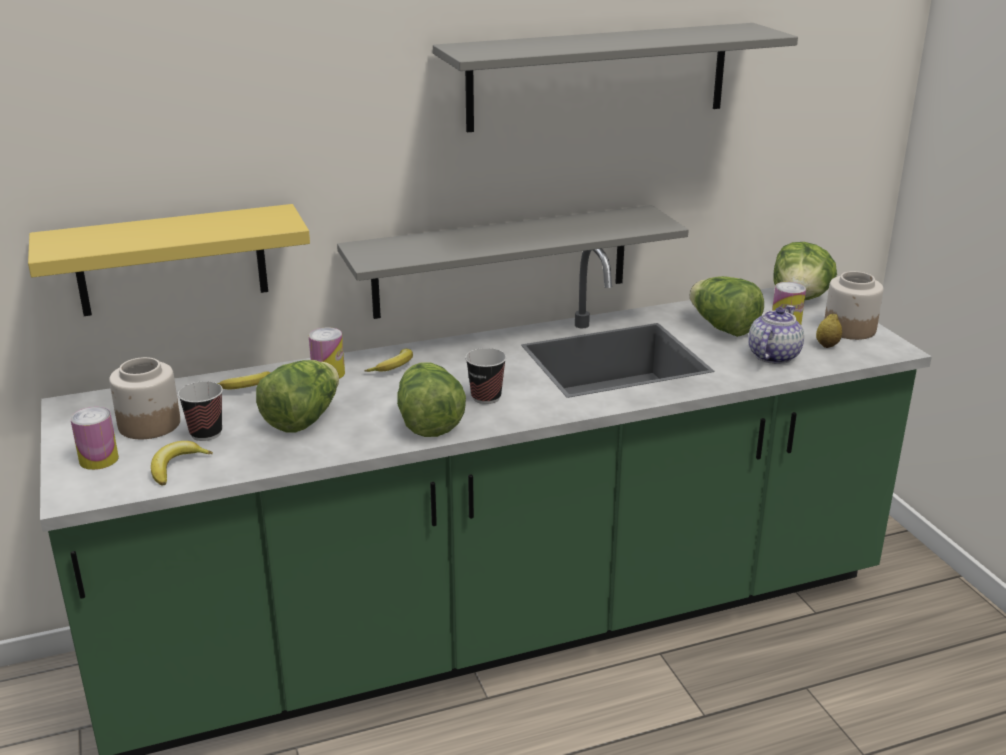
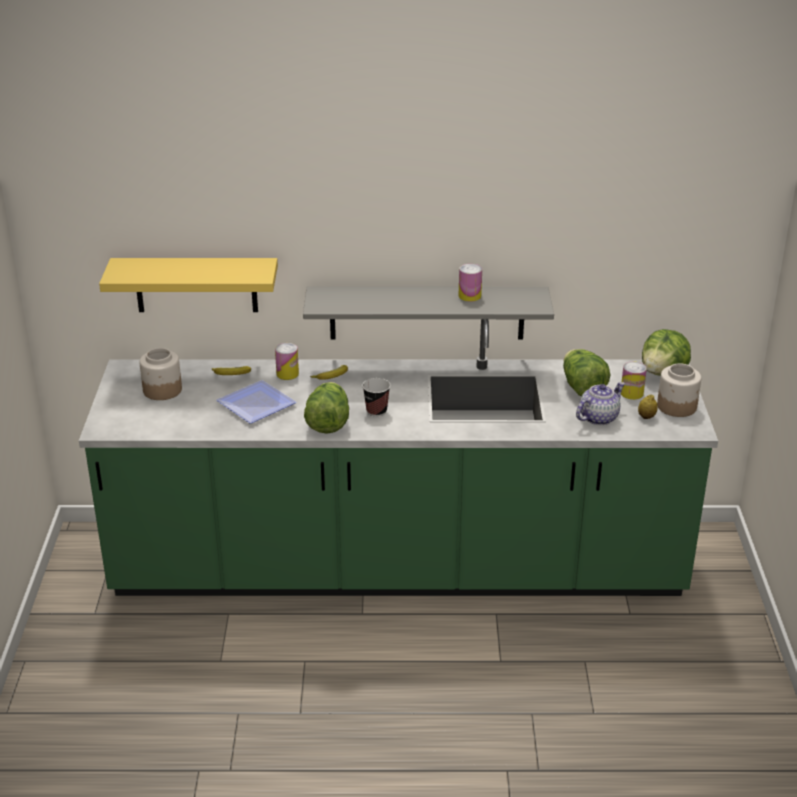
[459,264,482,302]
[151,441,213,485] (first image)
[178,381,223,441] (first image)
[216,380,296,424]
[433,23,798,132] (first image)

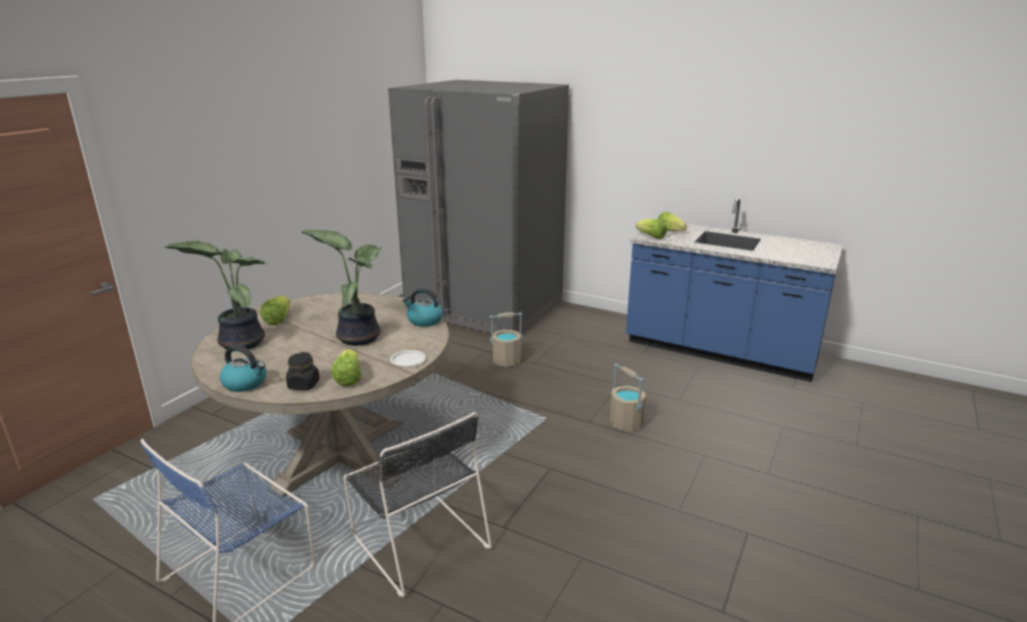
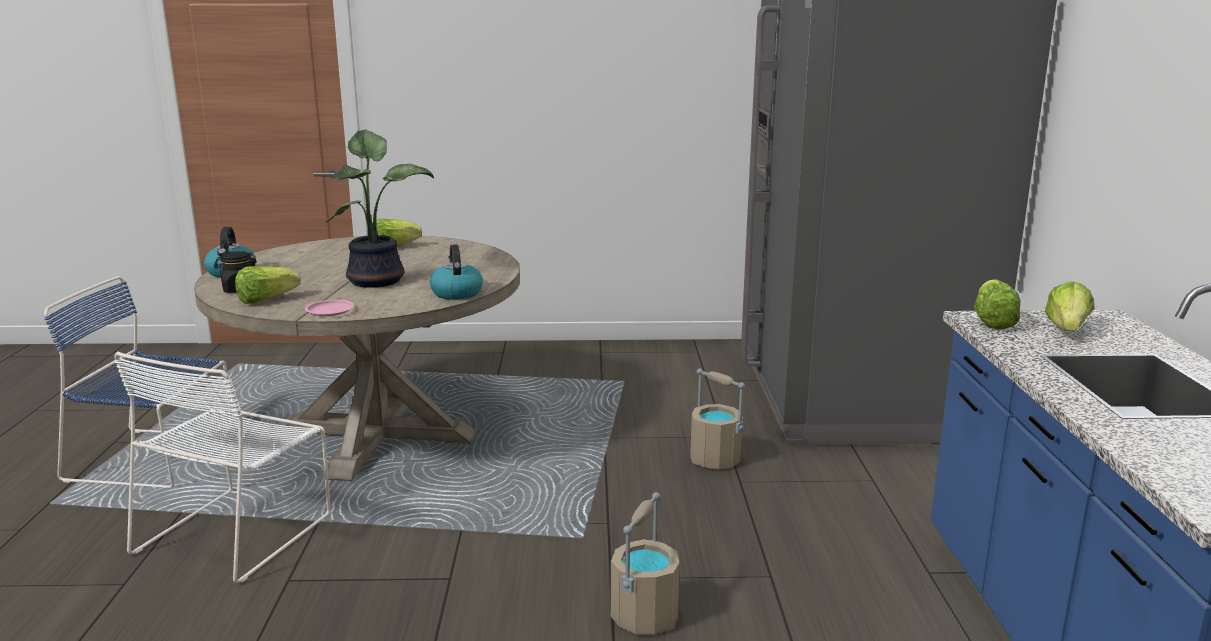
[164,241,269,350] (first image)
[114,352,330,583]
[305,300,354,316]

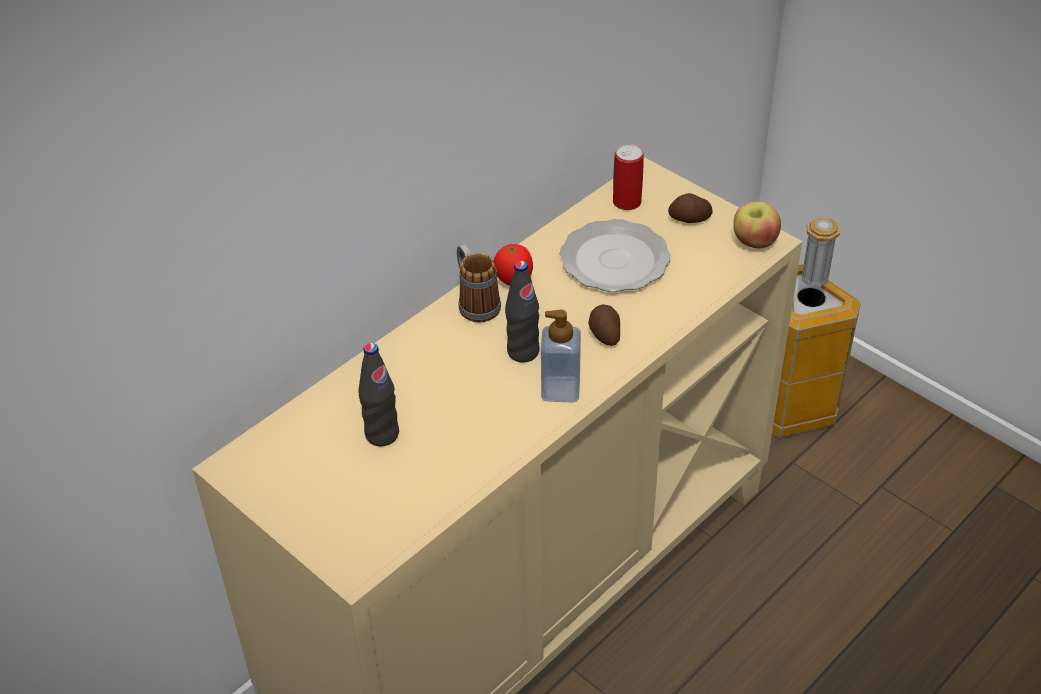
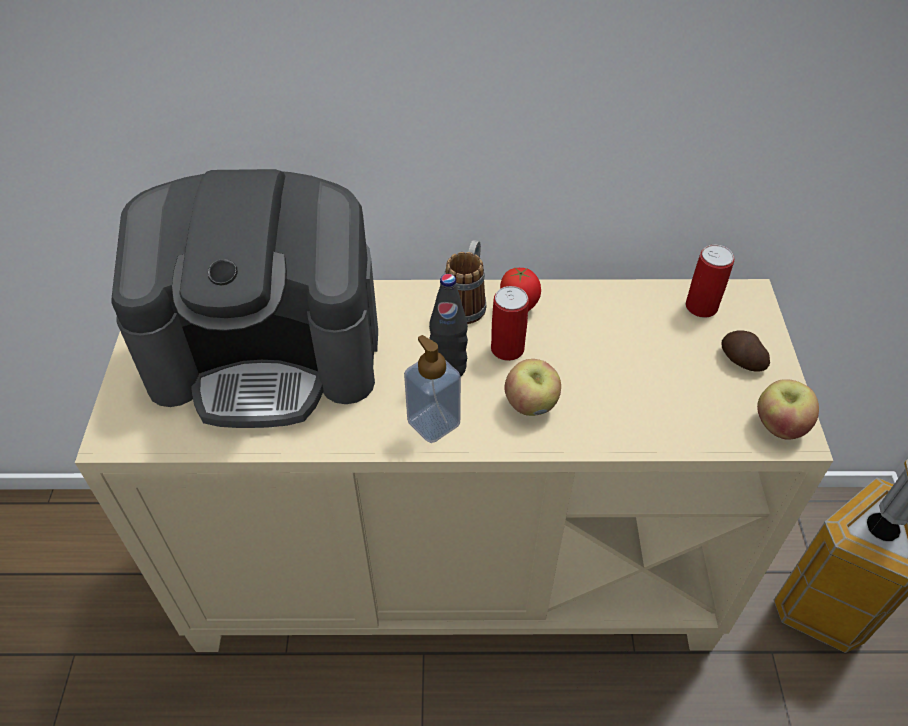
[111,169,378,428]
[560,219,671,292] (first image)
[504,359,561,416]
[491,286,529,361]

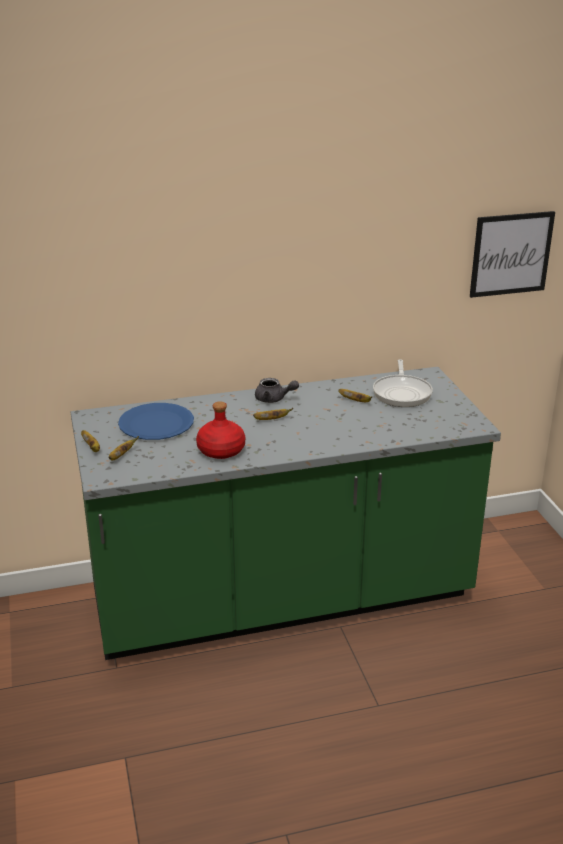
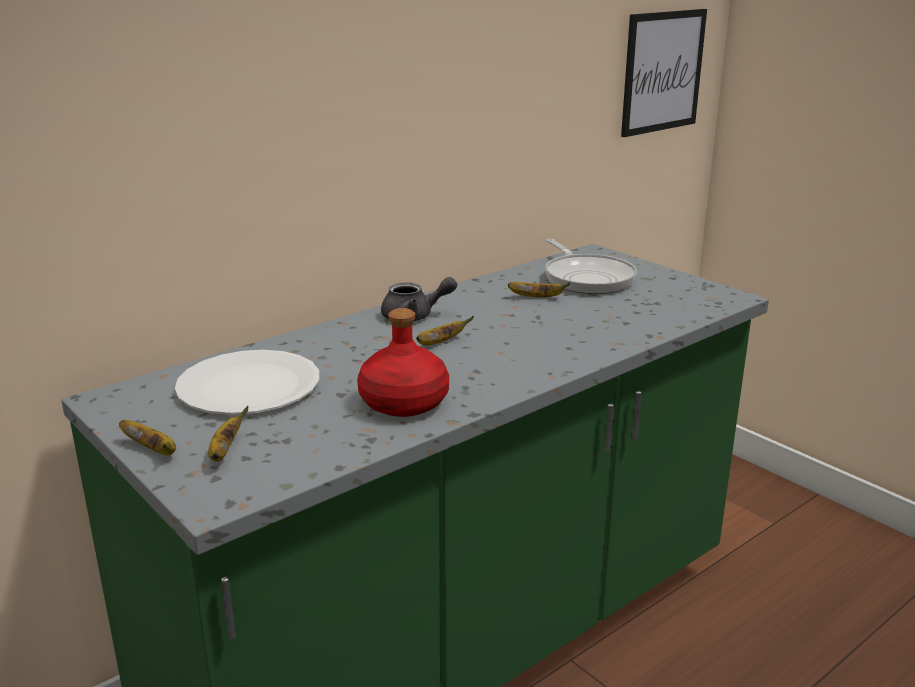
[175,350,319,415]

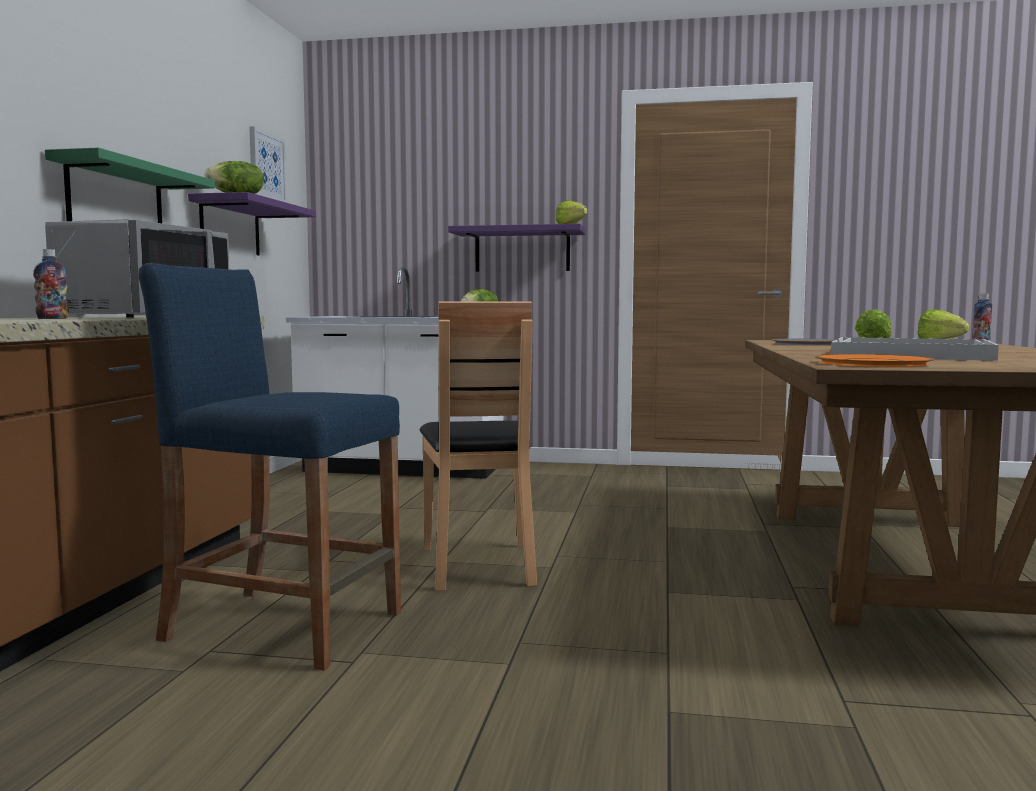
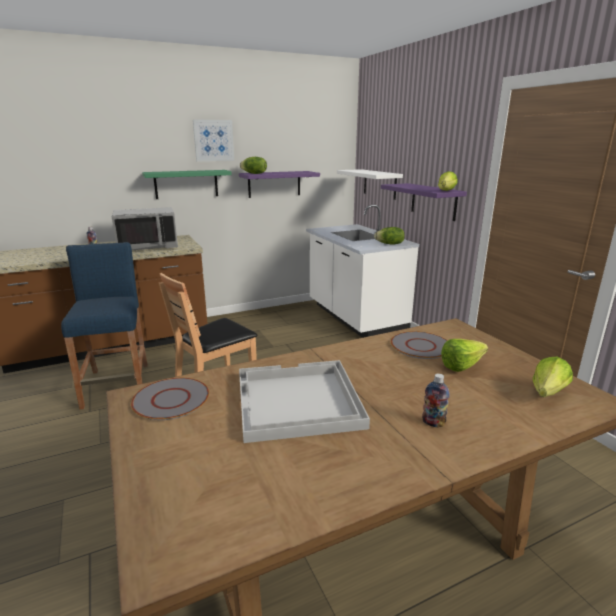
[193,119,234,161]
[131,378,209,420]
[337,169,403,200]

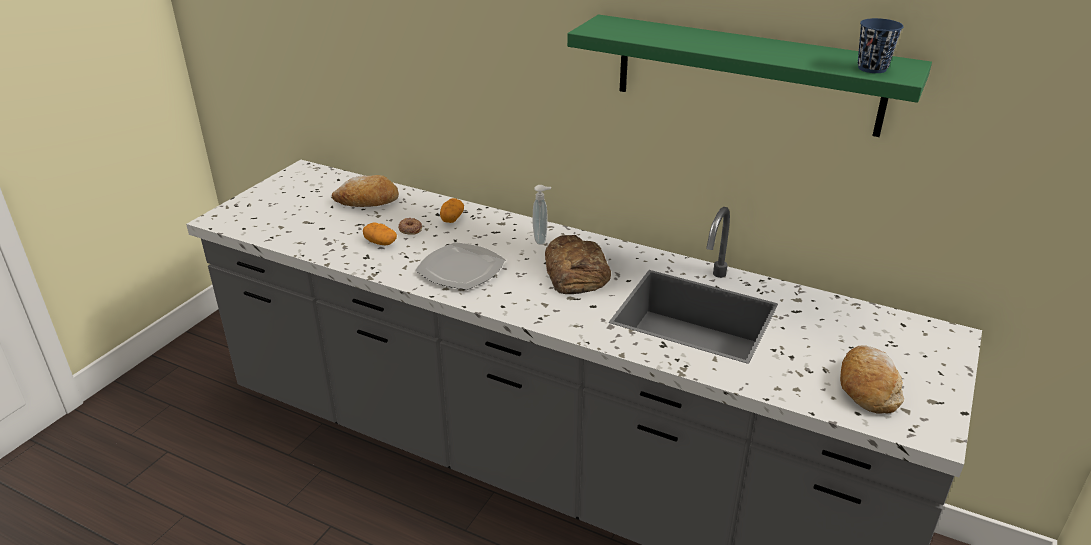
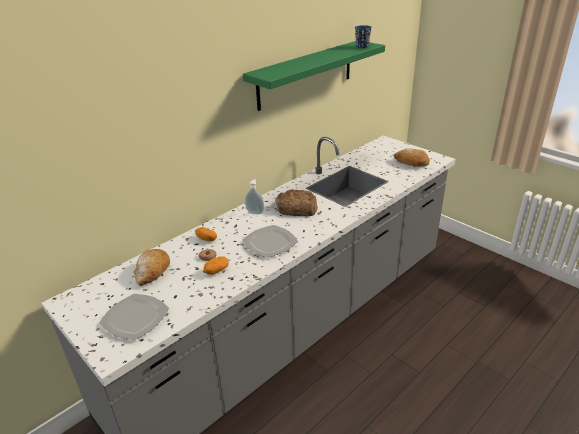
[99,294,169,340]

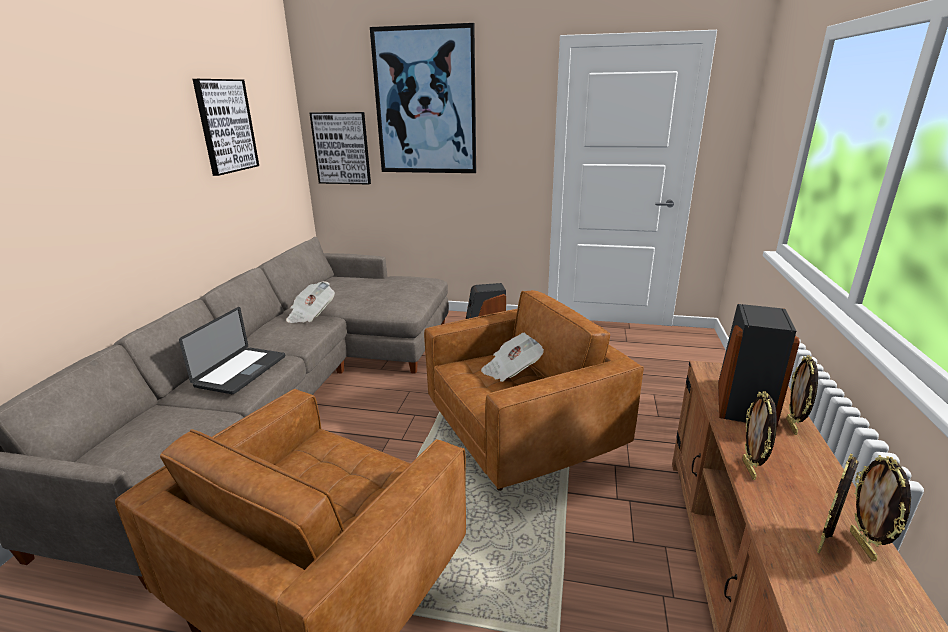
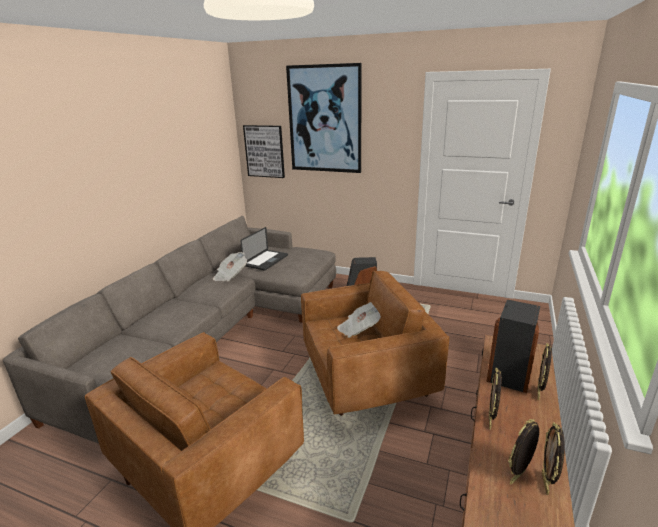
[240,227,288,271]
[192,79,259,176] (first image)

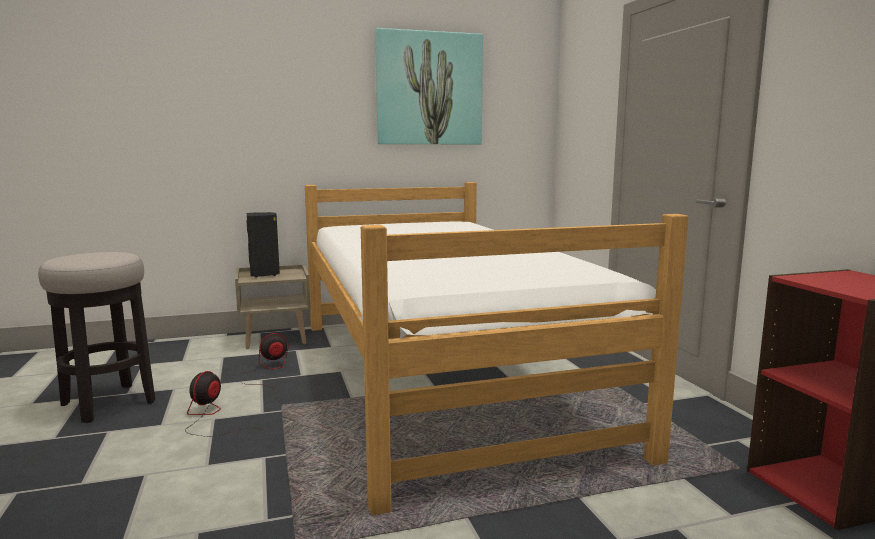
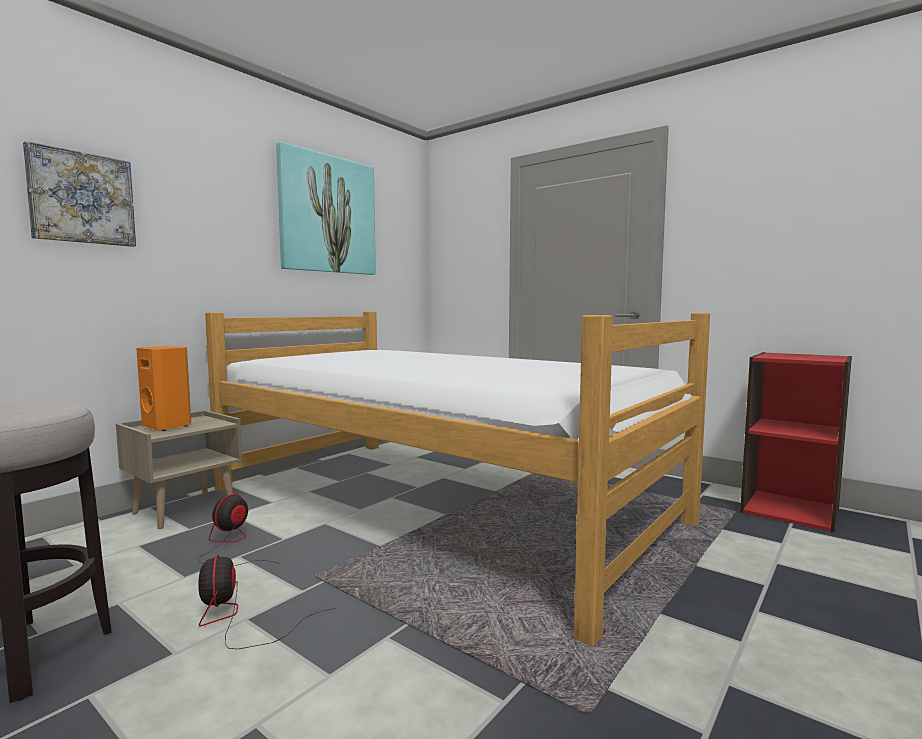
[136,346,191,431]
[23,141,136,247]

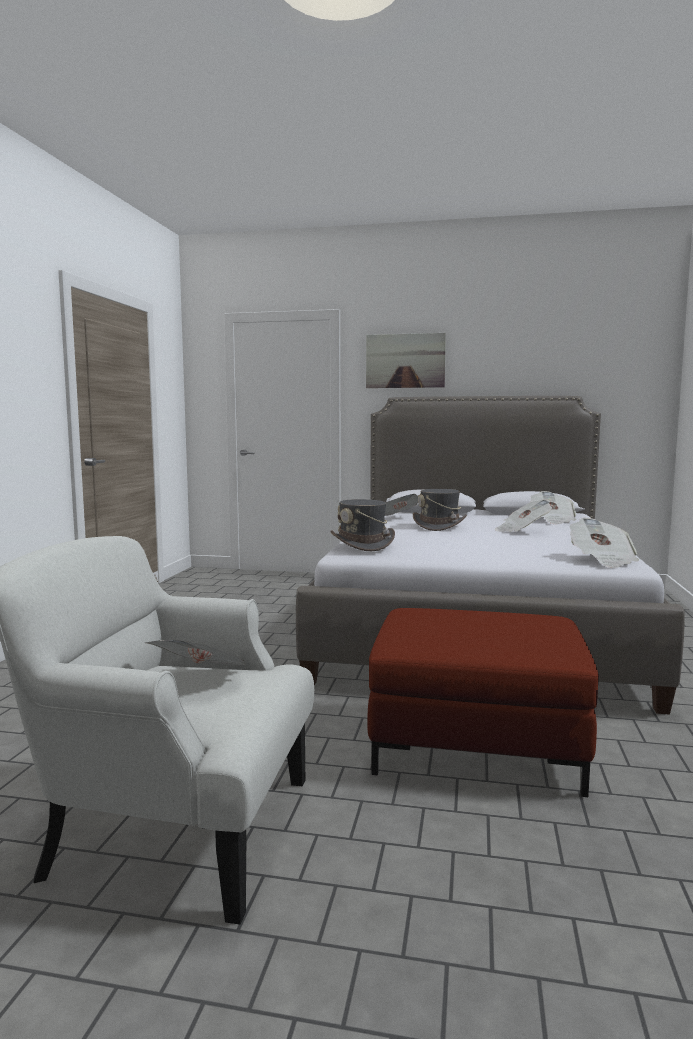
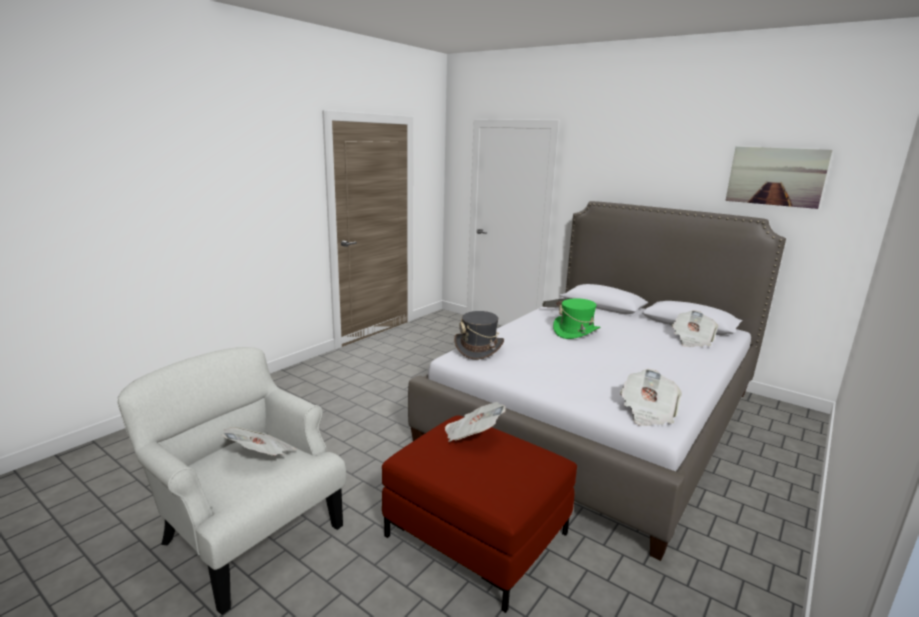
[725,146,832,209]
[553,298,600,339]
[445,402,506,442]

